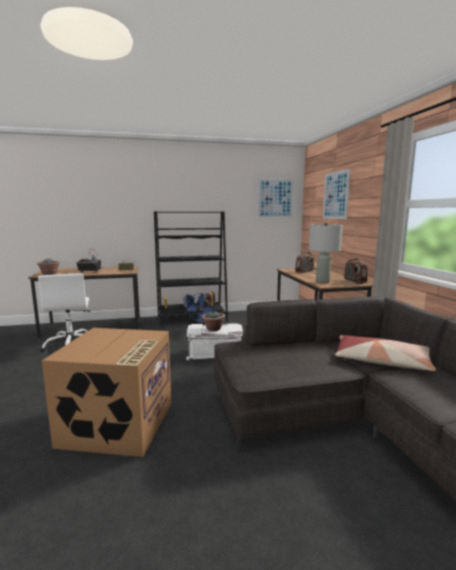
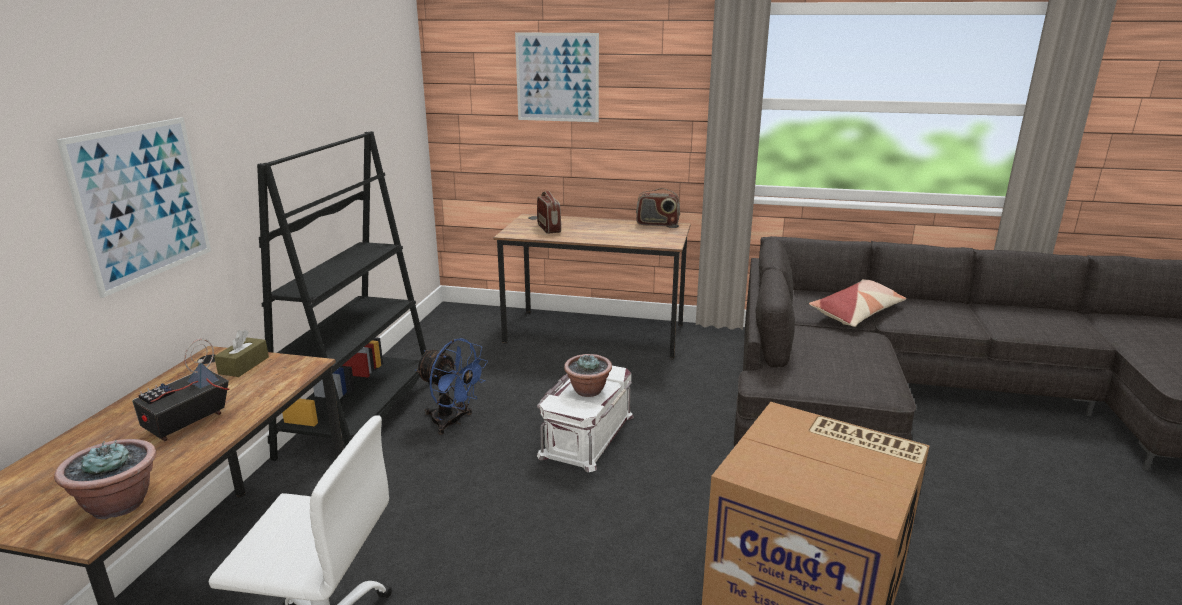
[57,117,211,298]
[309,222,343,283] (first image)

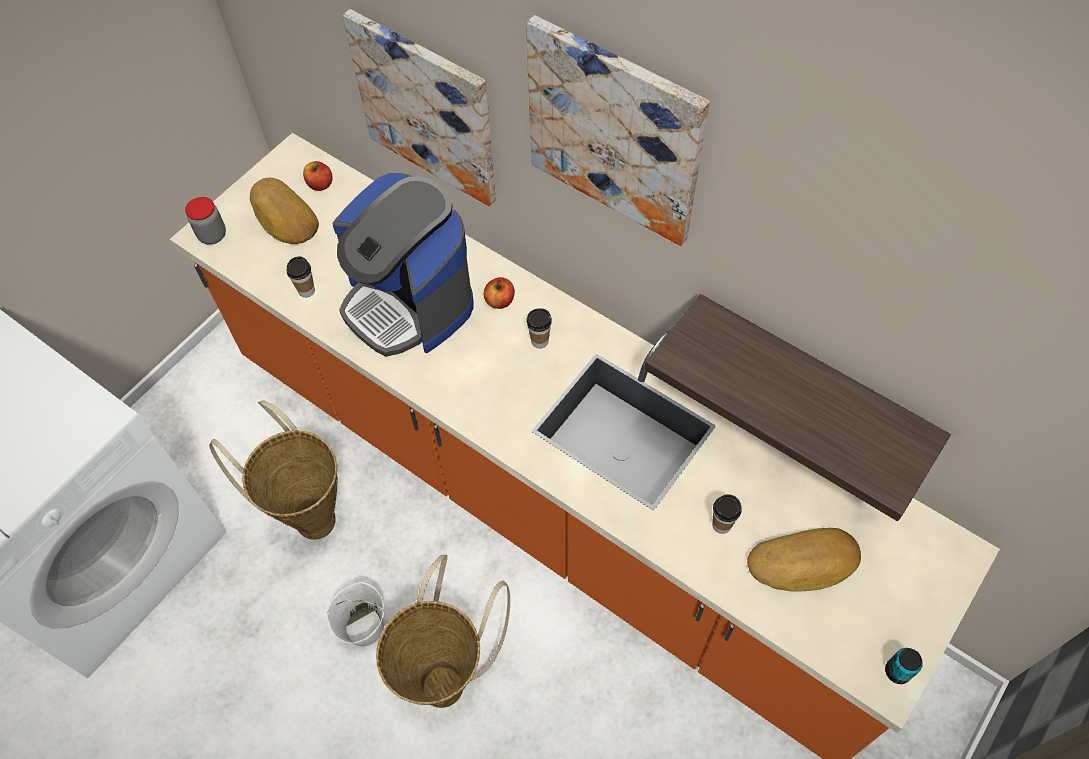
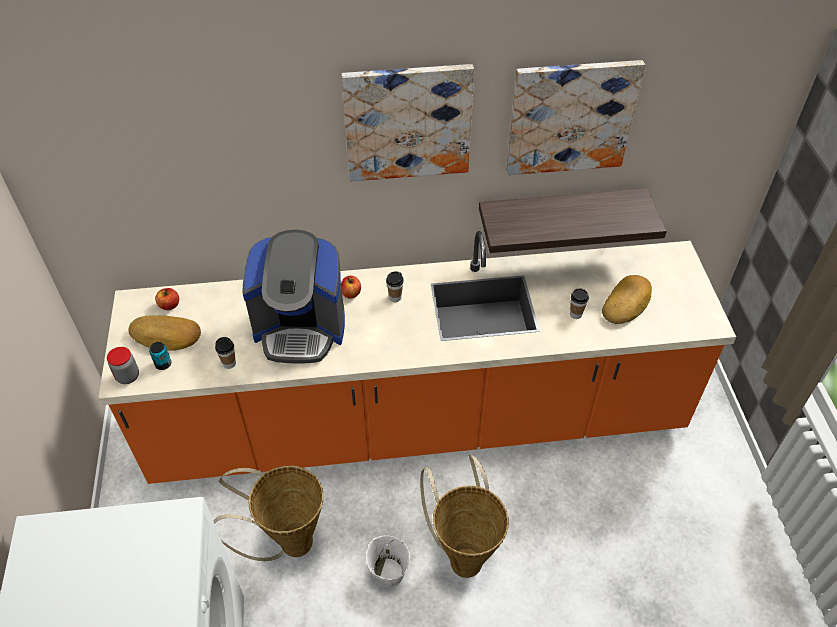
[506,60,645,175]
[149,342,171,370]

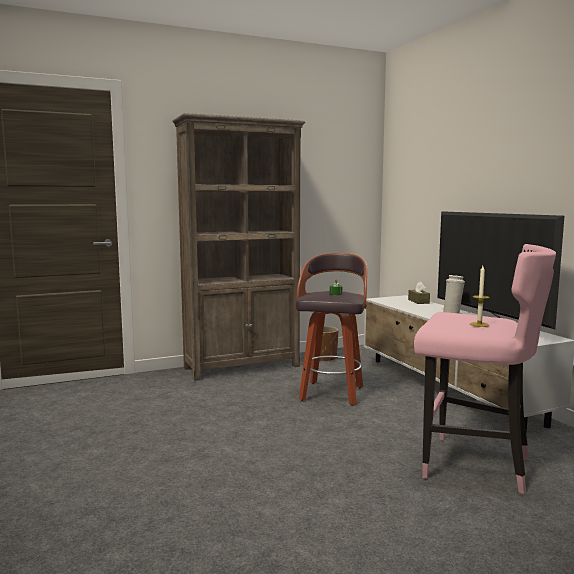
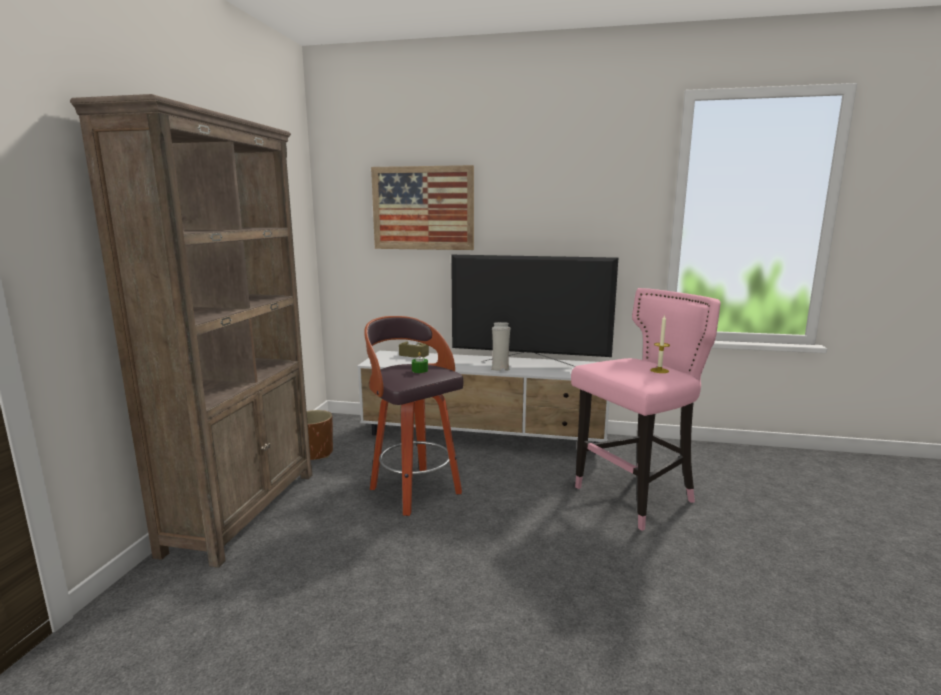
[371,165,474,250]

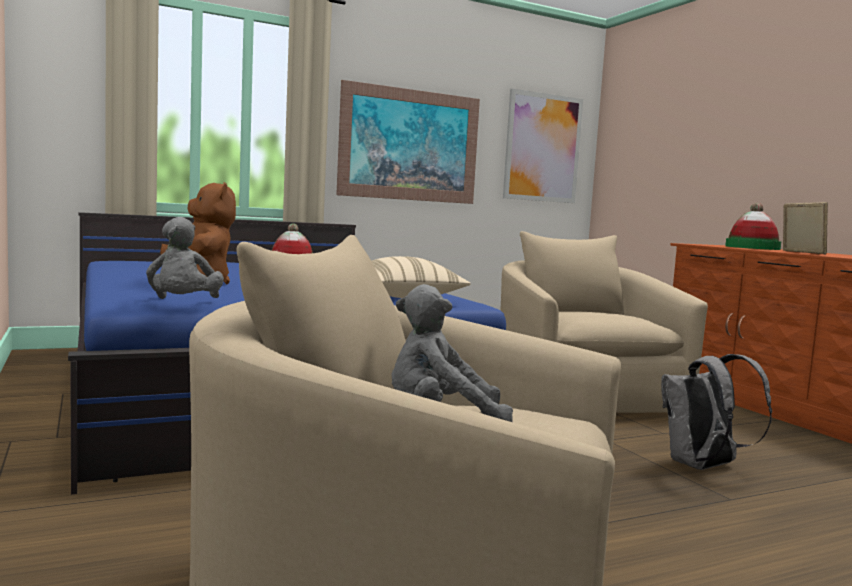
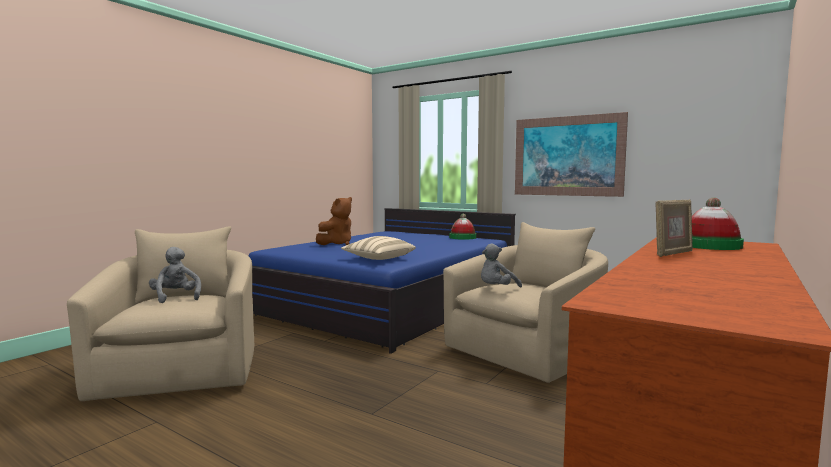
[481,244,522,288]
[503,89,583,203] (first image)
[661,354,772,470] (first image)

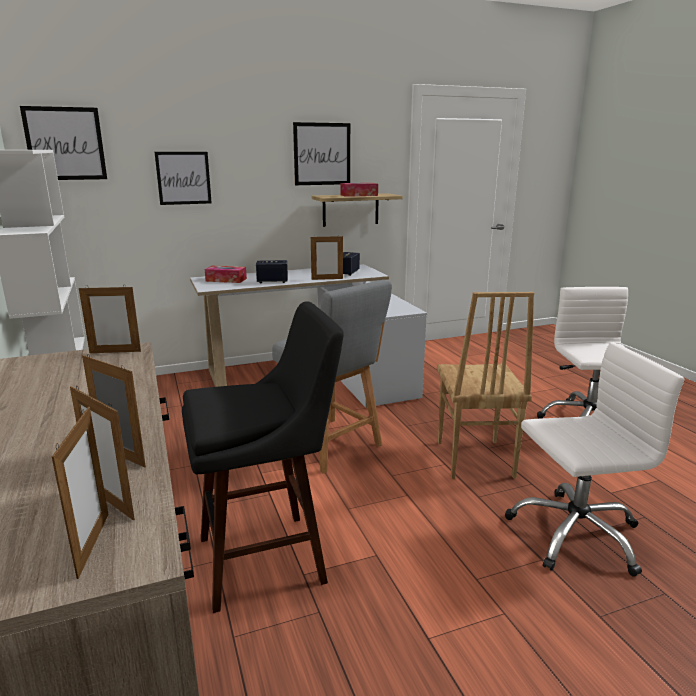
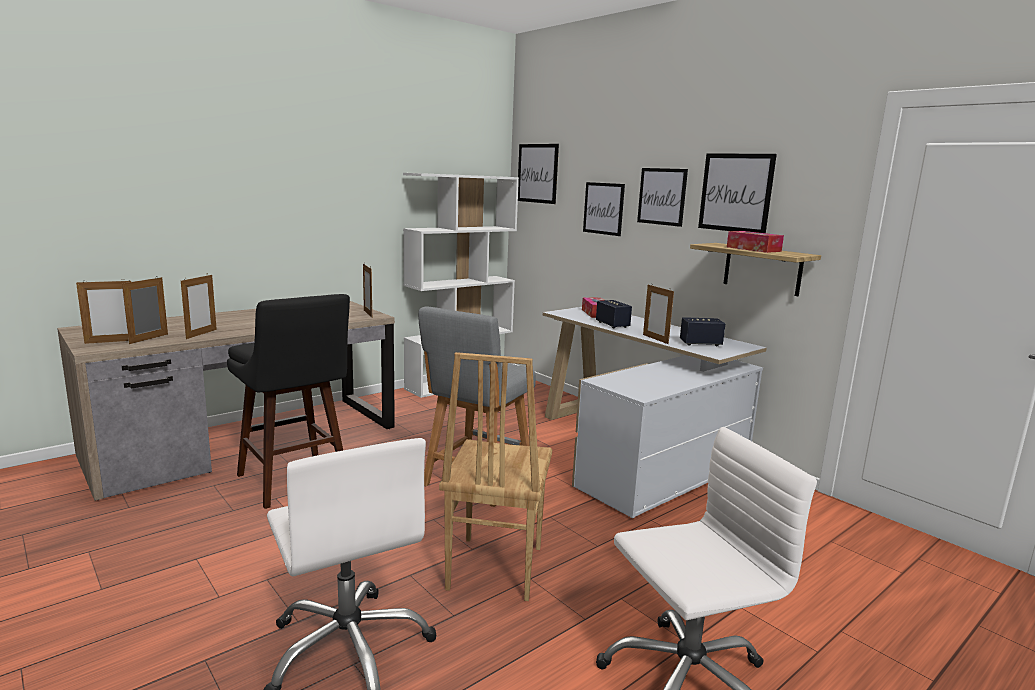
[439,352,552,601]
[637,168,688,227]

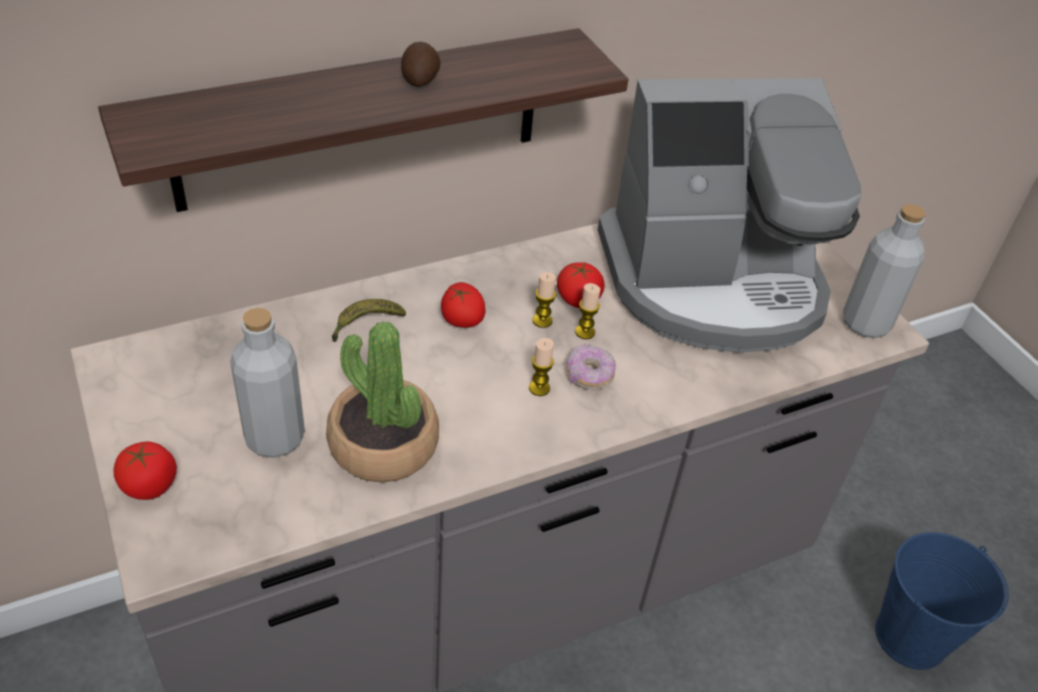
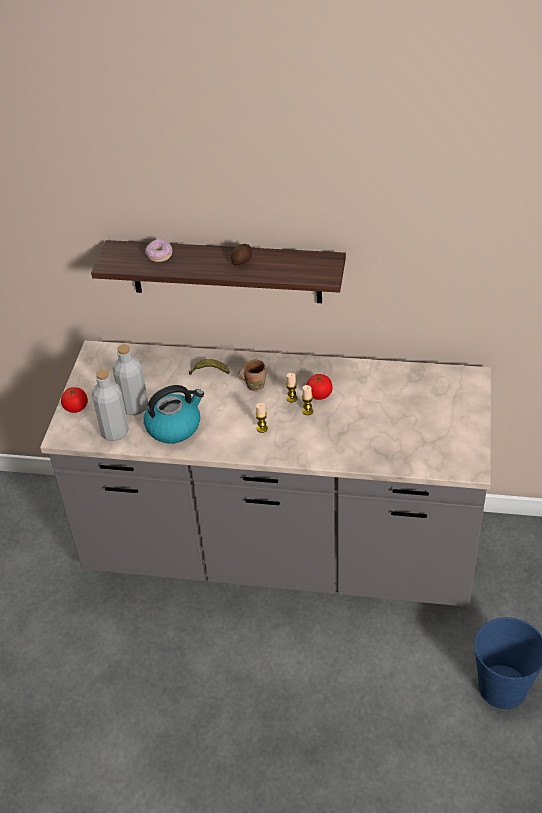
[144,385,204,444]
[239,360,266,391]
[145,239,172,262]
[598,78,861,353] (first image)
[92,369,129,441]

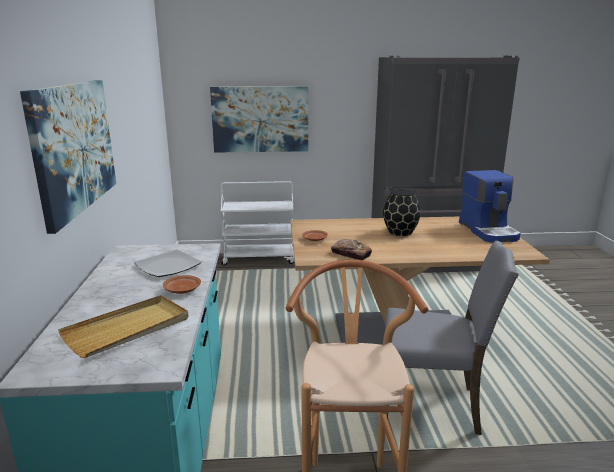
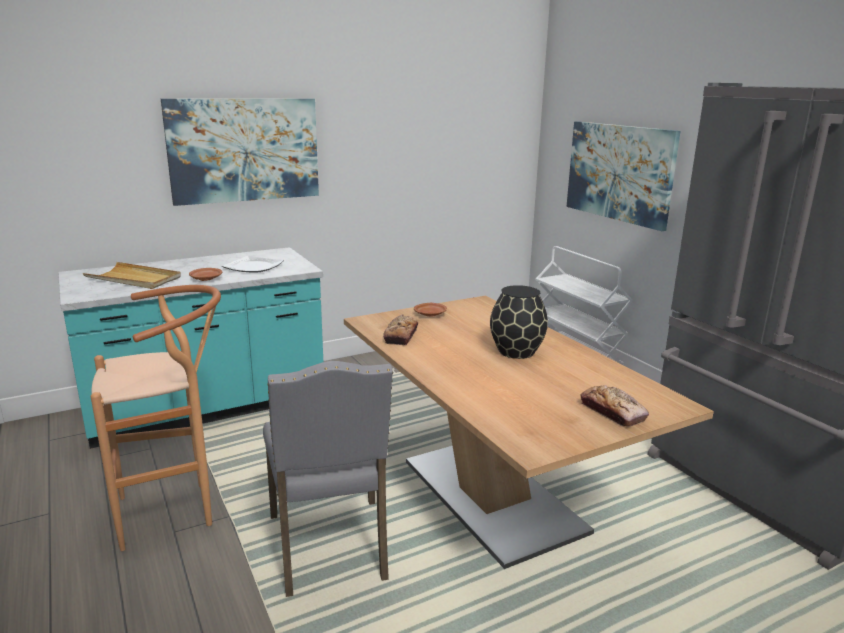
[580,385,649,427]

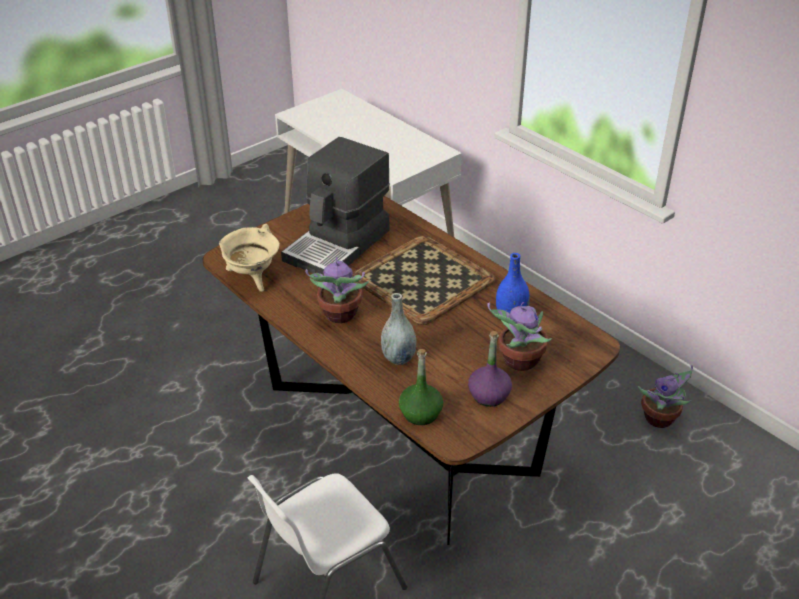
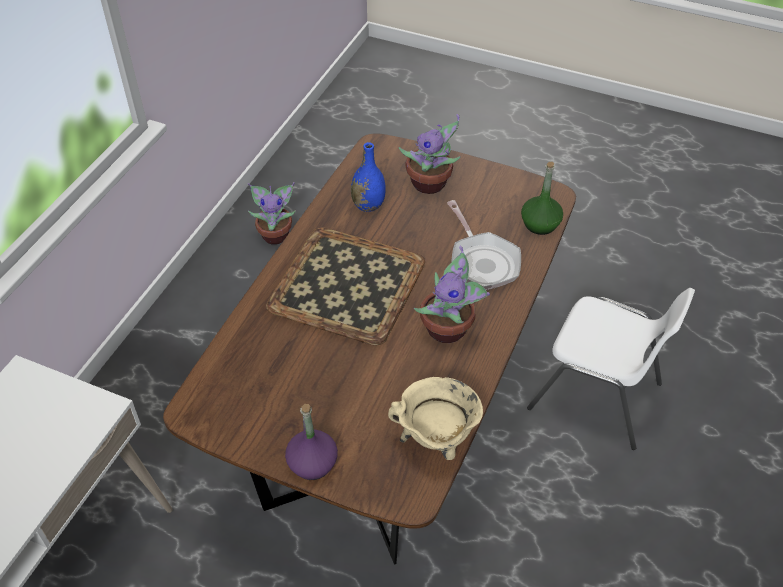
[281,137,390,275] (first image)
[447,200,521,290]
[285,404,338,480]

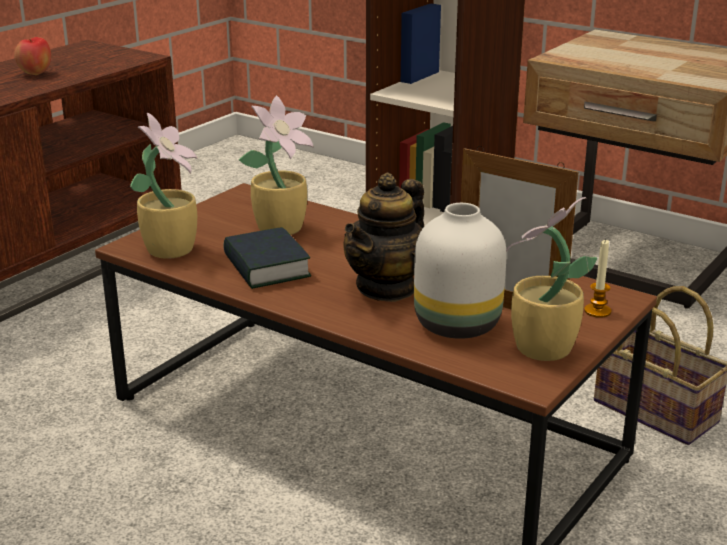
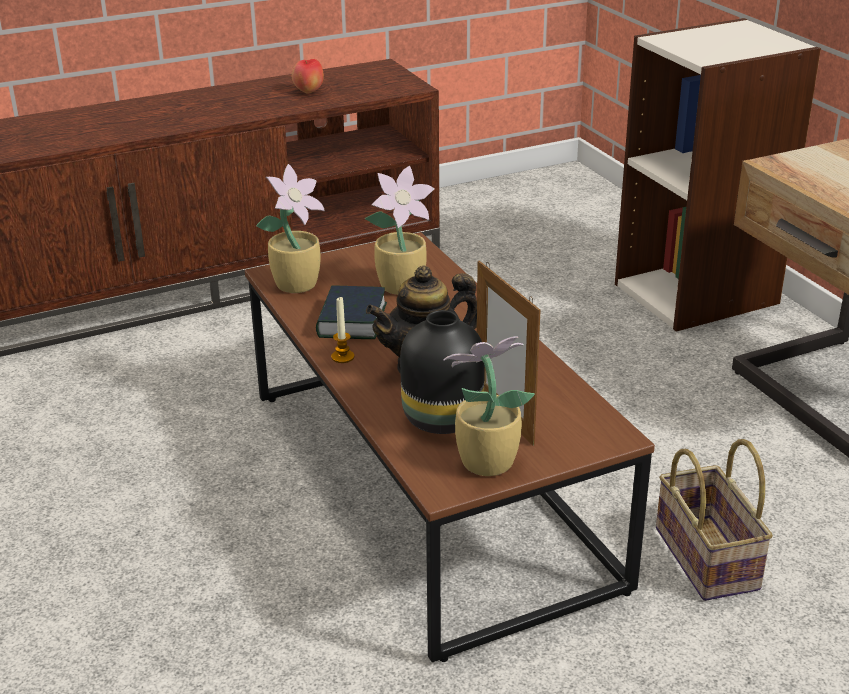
[400,310,485,434]
[331,296,354,363]

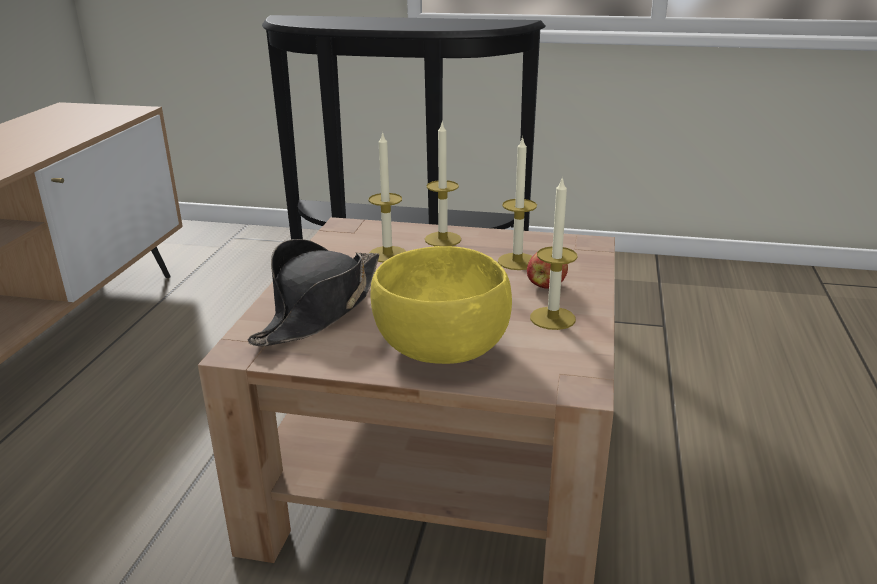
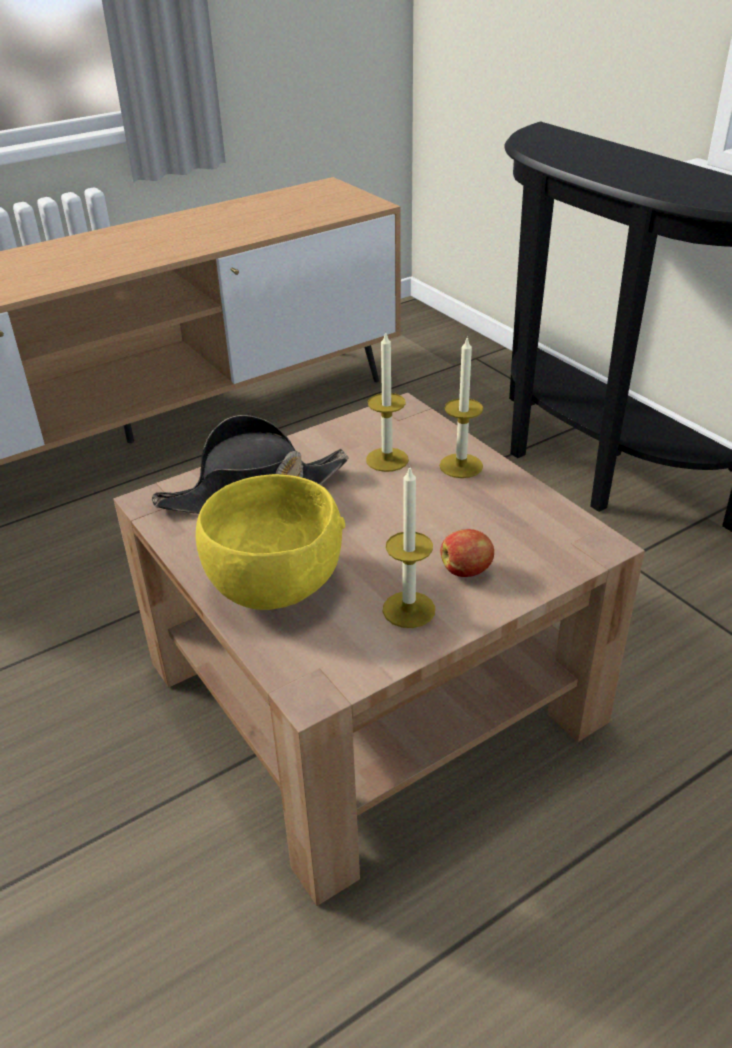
[498,136,537,270] (first image)

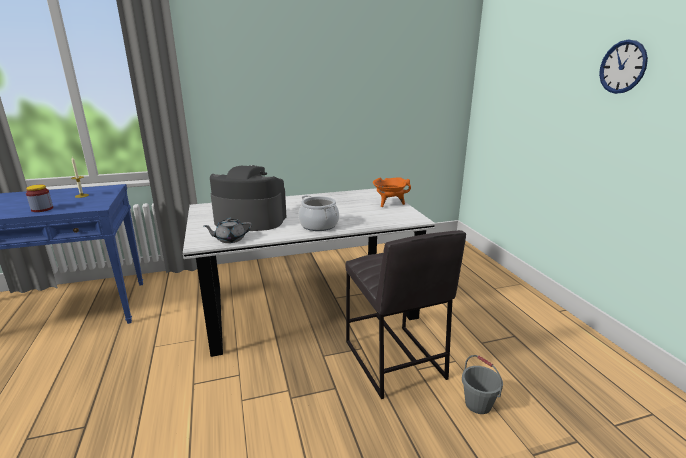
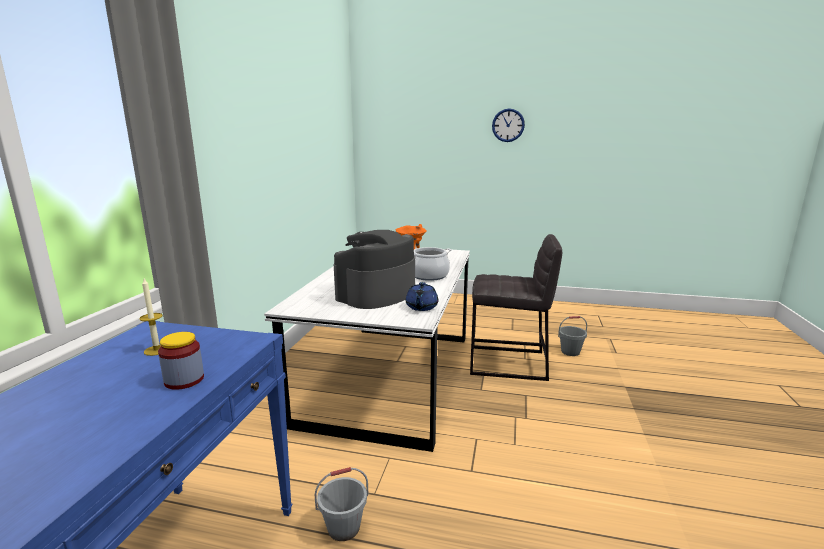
[406,282,438,311]
[315,467,369,541]

